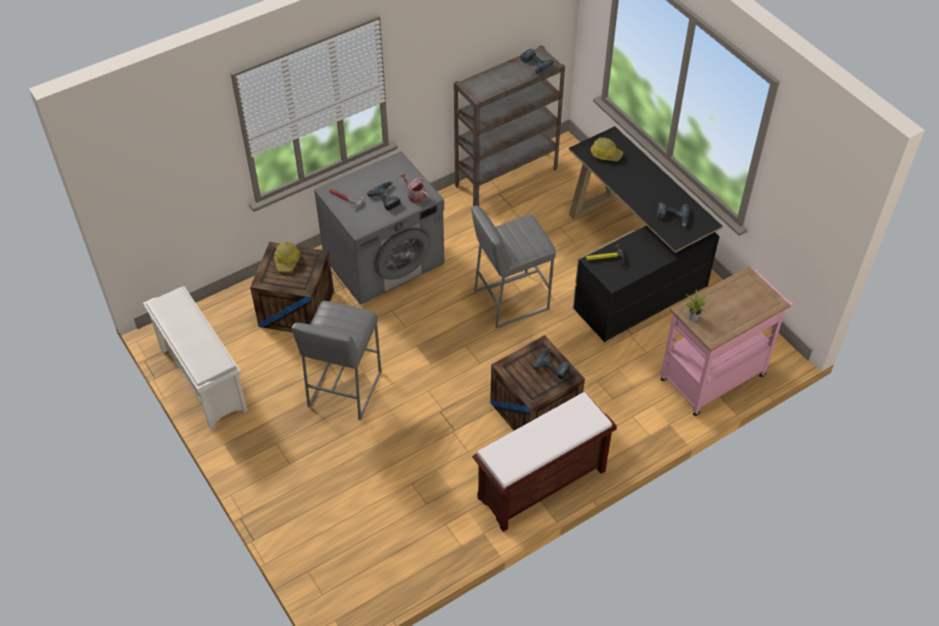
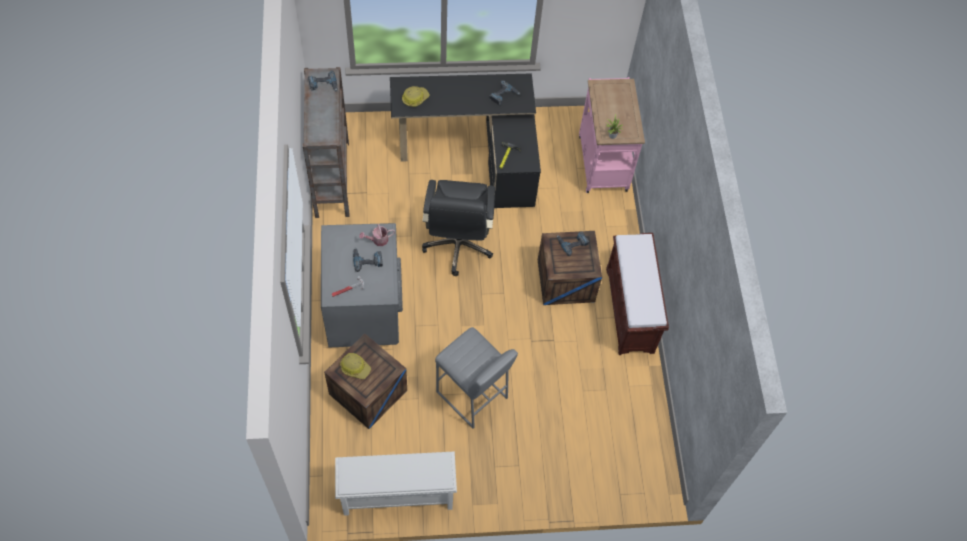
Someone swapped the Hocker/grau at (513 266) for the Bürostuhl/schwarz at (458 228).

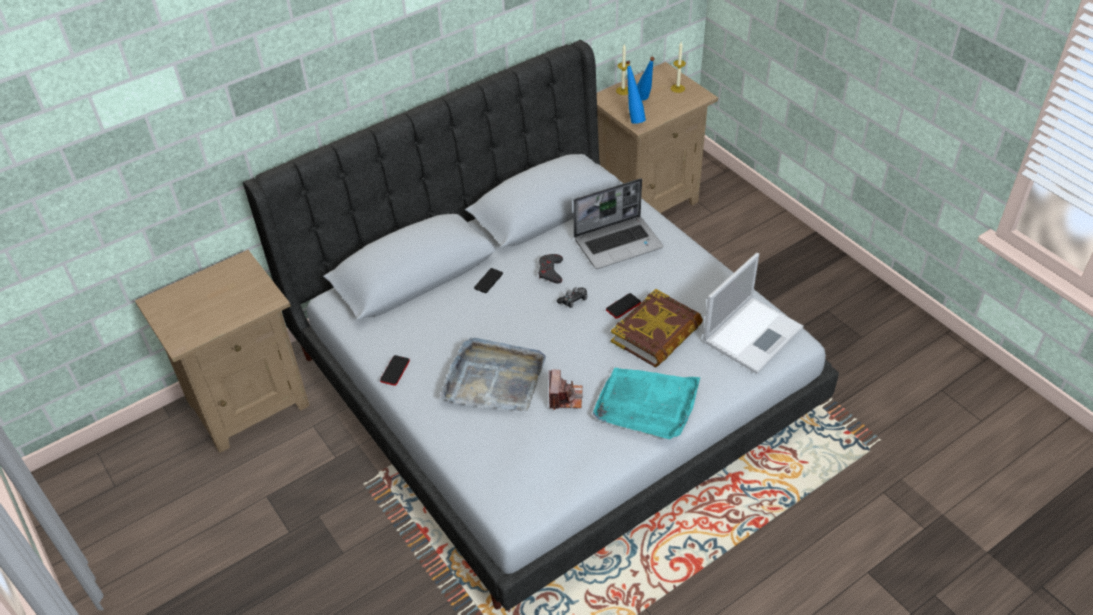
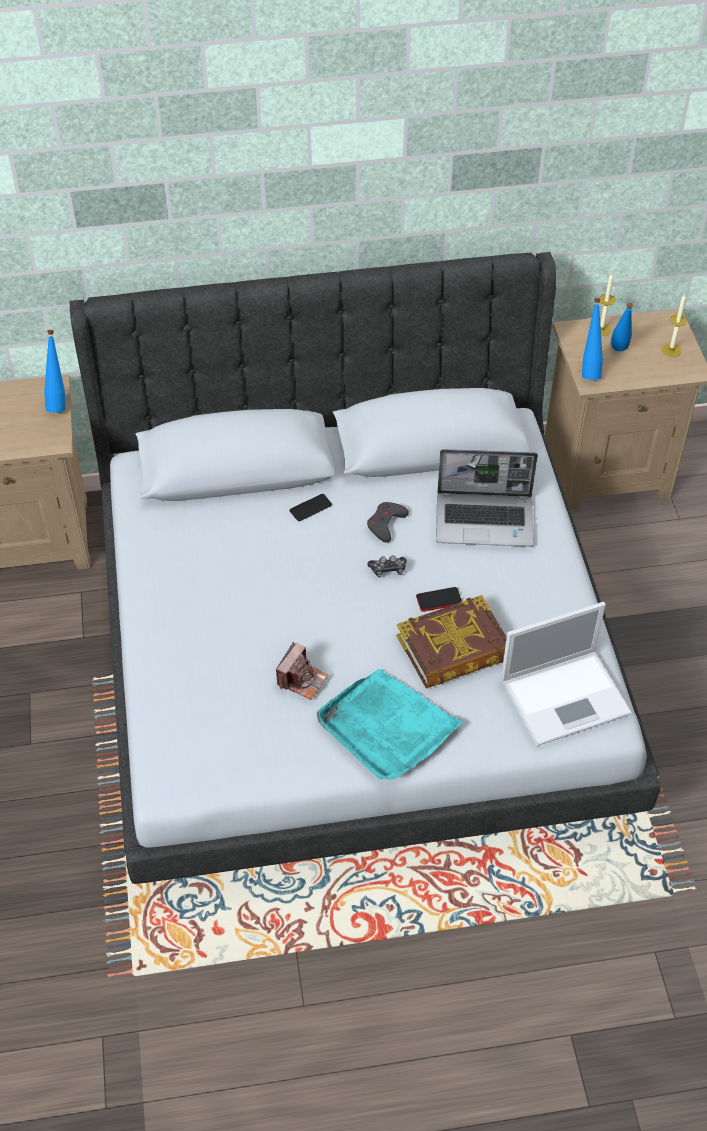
Someone took away the Handy at (395 370).
Someone took away the Tablett/grau at (493 374).
Someone put down the Flasche/blau at (55 371).

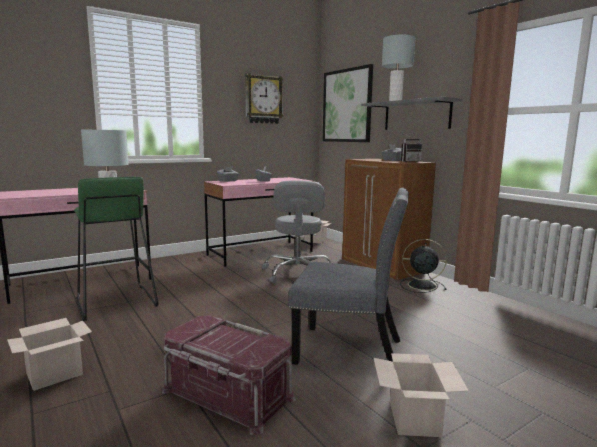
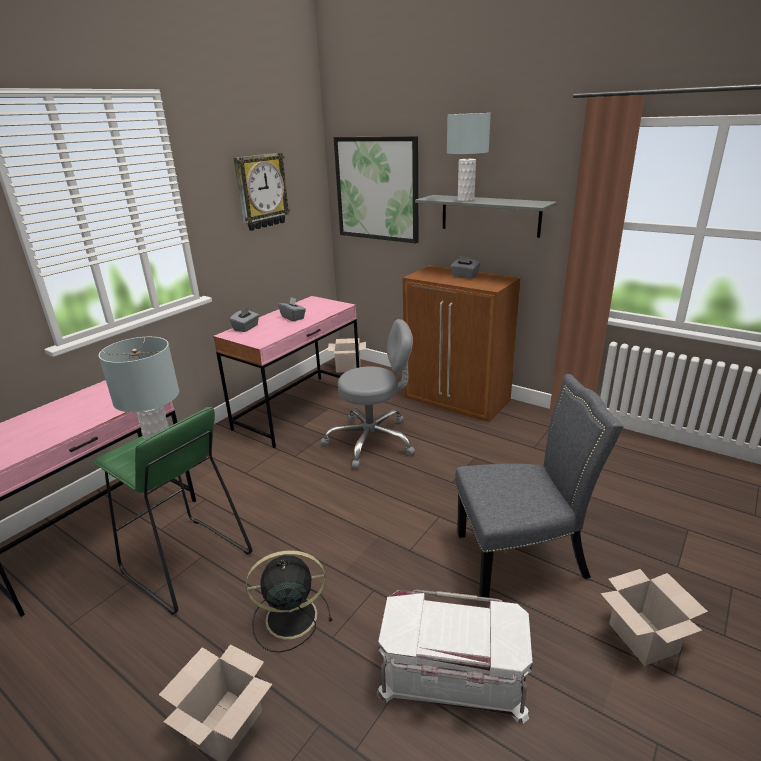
Someone took away the Radio at (411 147).
Someone carried the Ventilator/schwarz from (423 266) to (289 601).
Someone repainted the Aufbewahrungsbox/rot at (229 375), which became the Aufbewahrungsbox/weiß at (455 656).
Someone rotated the Bürostuhl/grau at (296 231) by 75 degrees counterclockwise.

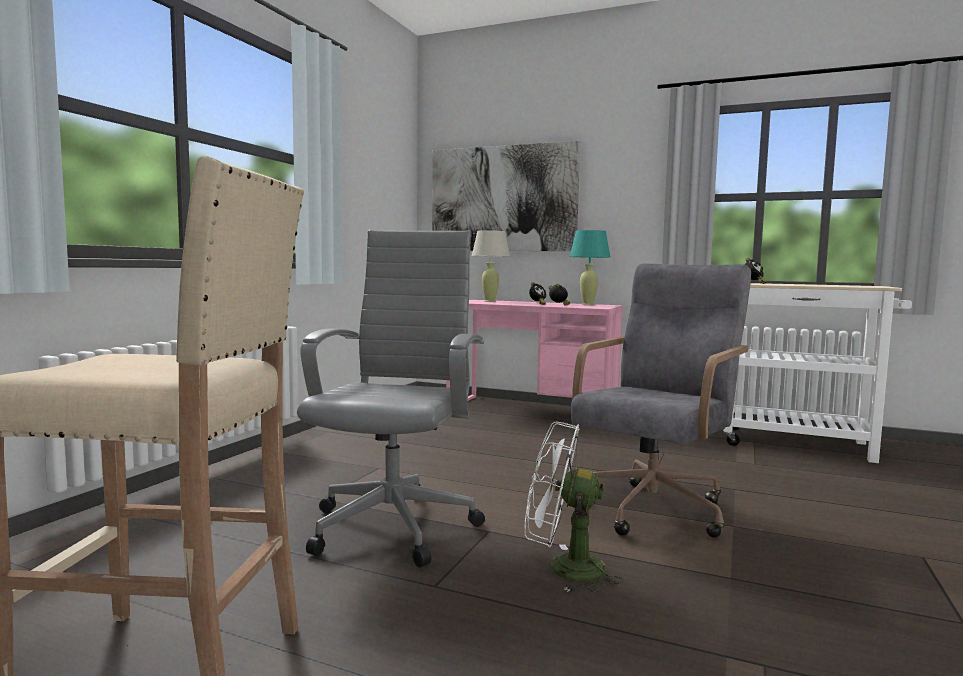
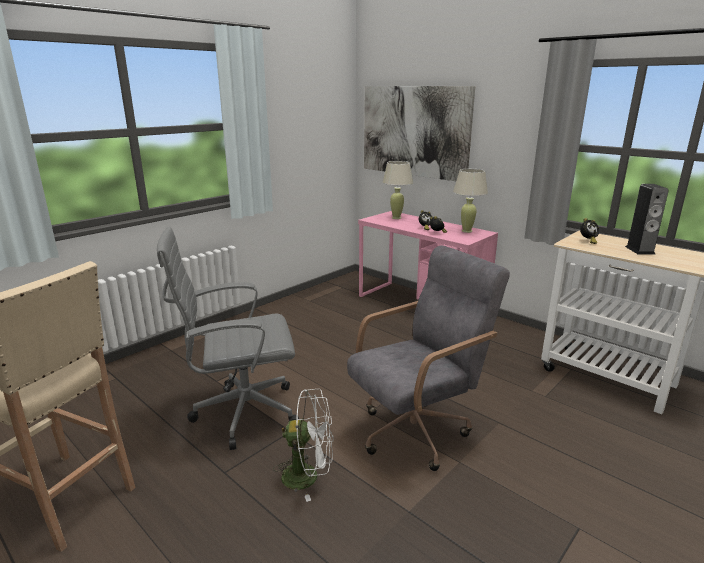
Someone put down the Lautsprecher at (647 219).
Someone repainted the Tischlampe/türkis at (589 267), which became the Tischlampe/beige at (470 201).
Someone rotated the Bürostuhl/grau at (391 398) by 135 degrees counterclockwise.
Someone rotated the Ventilator/weiß at (574 507) by 150 degrees clockwise.

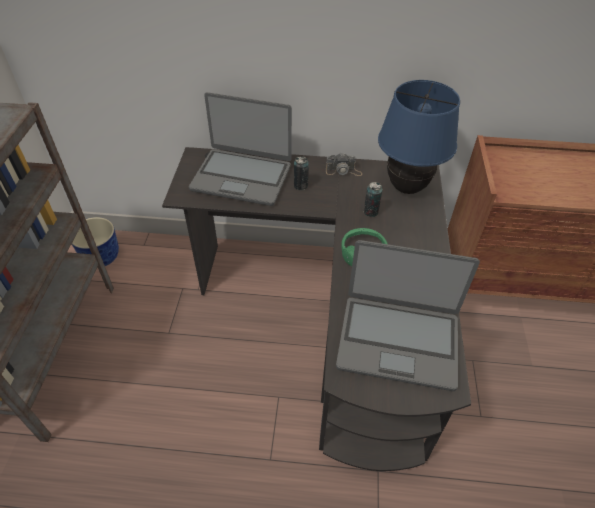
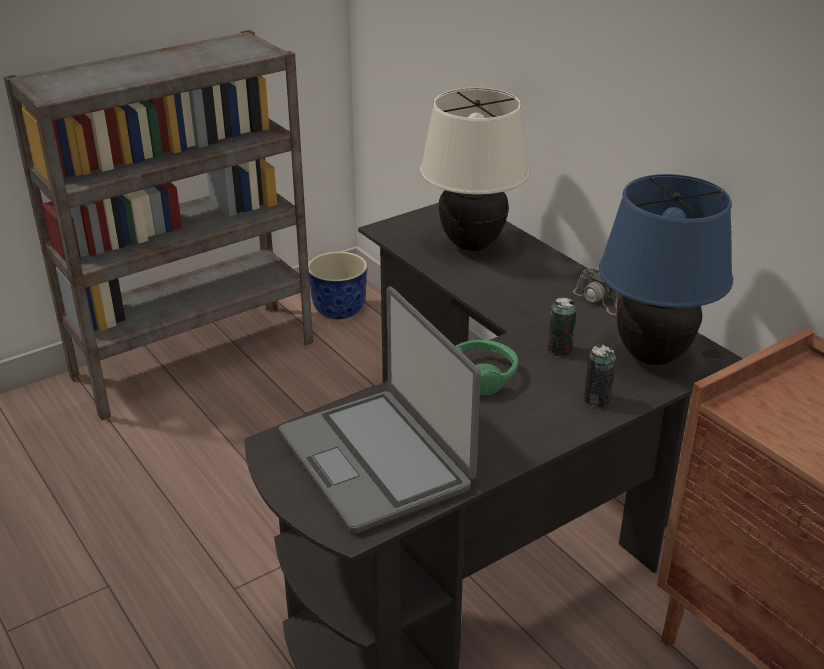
Someone carried the Dose from (301 173) to (600 375).
Someone swapped the Laptop at (240 149) for the Tischlampe/beige at (475 169).

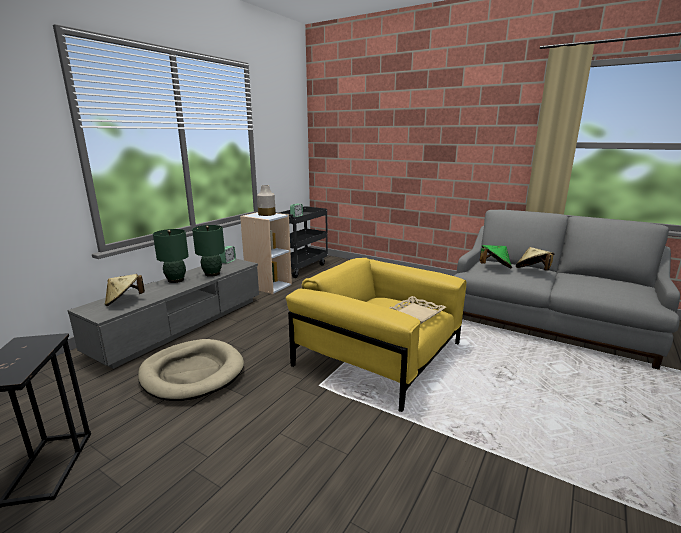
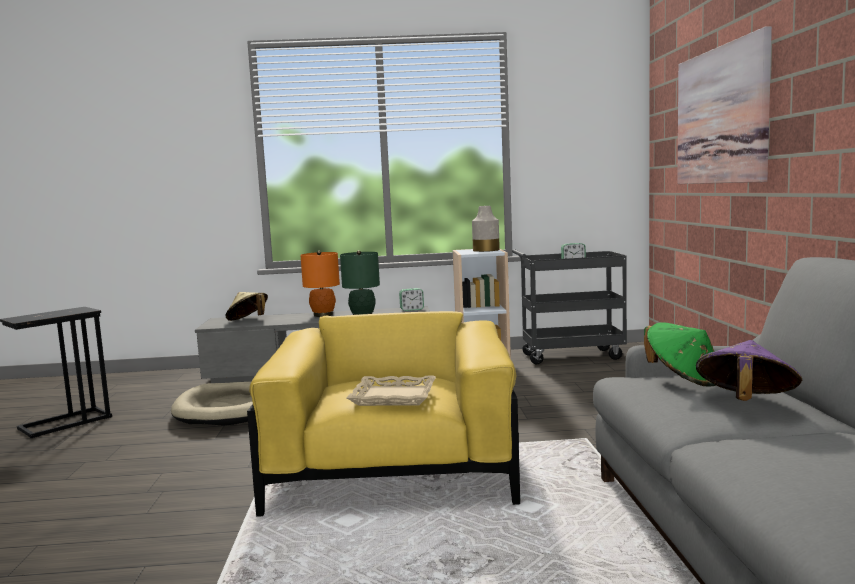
Someone put up the Bild at (724 105).
Someone repainted the Tischlampe/grün at (171 256), which became the Tischlampe/orange at (320 284).
Someone repainted the Hut/beige at (535 258), which became the Hut/lila at (749 370).

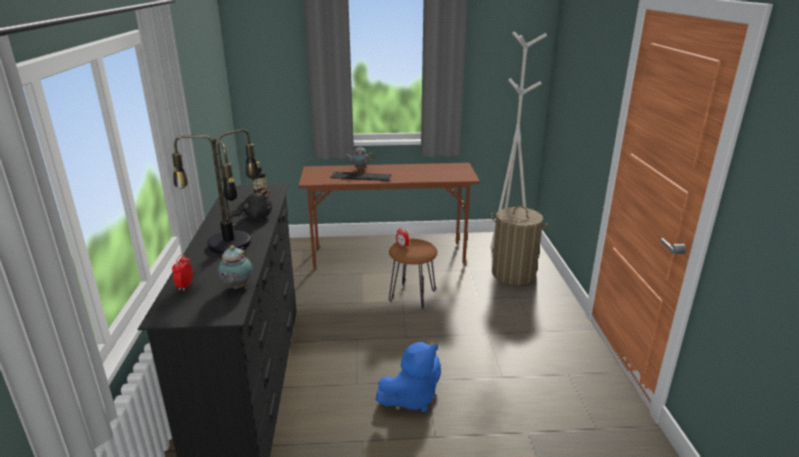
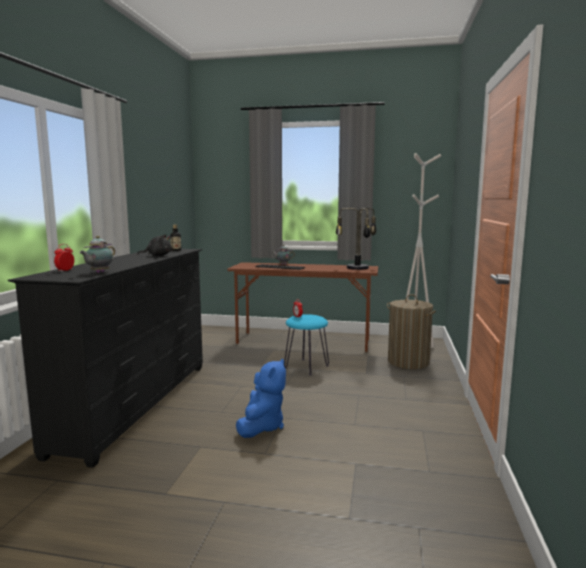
Someone carried the Tischlampe from (215 191) to (356 239).
Someone repainted the Hocker/braun at (413 274), which became the Hocker/türkis at (306 344).
Someone rotated the Plüschtier/blau at (408 377) by 60 degrees counterclockwise.

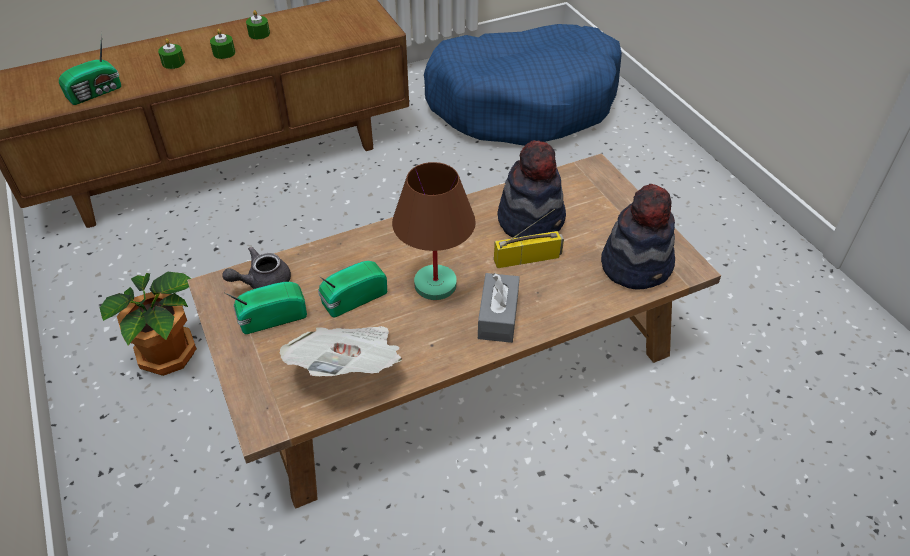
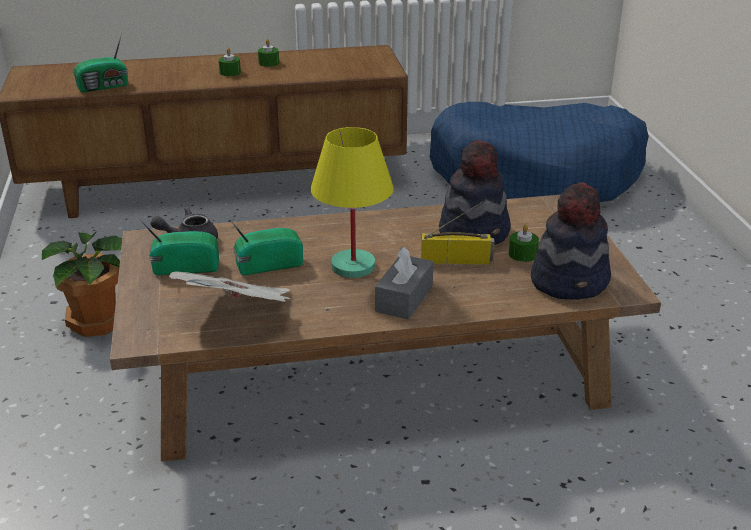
Someone carried the Kerze/grün from (171 53) to (524 243).
Someone repainted the Tischlampe/braun at (434 231), which became the Tischlampe/gelb at (352 202).

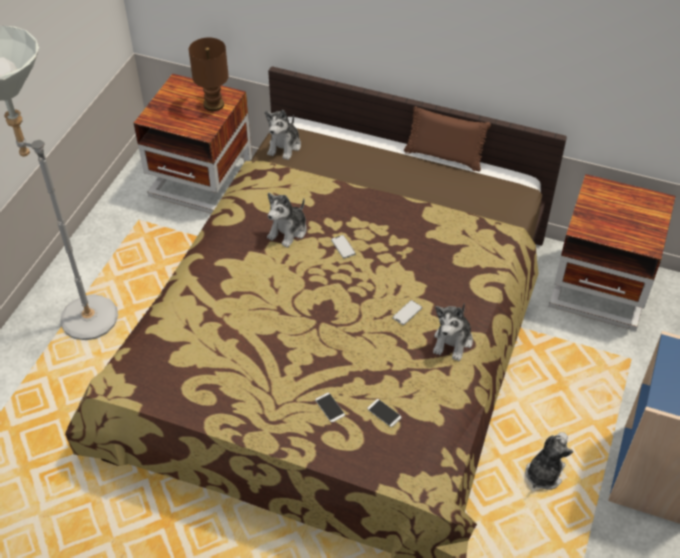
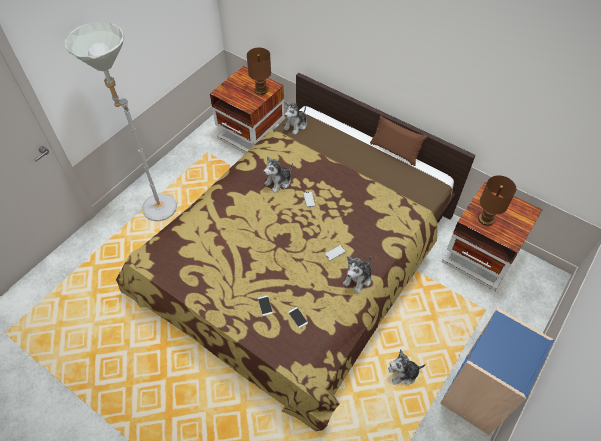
Someone put down the Tischlampe/braun at (497 200).
Someone rotated the Plüschtier at (549 461) by 150 degrees counterclockwise.

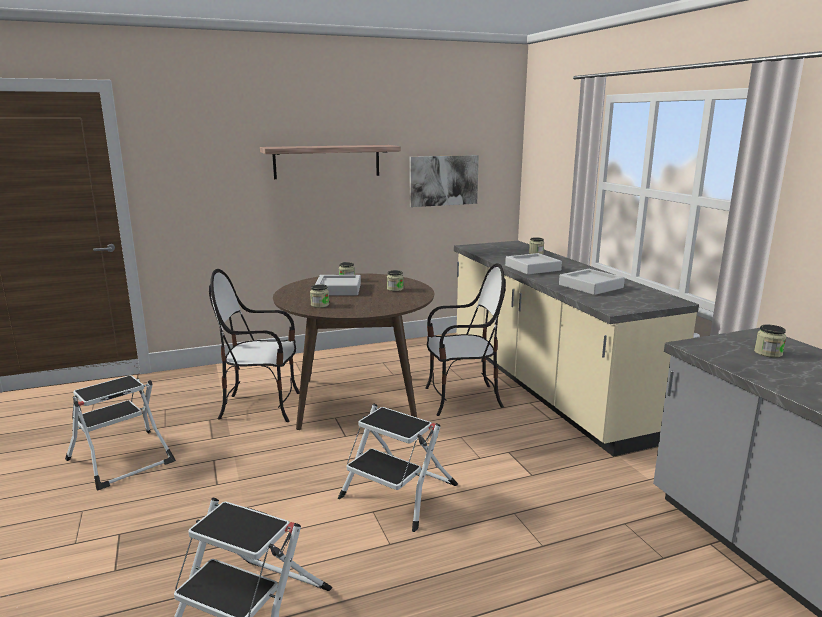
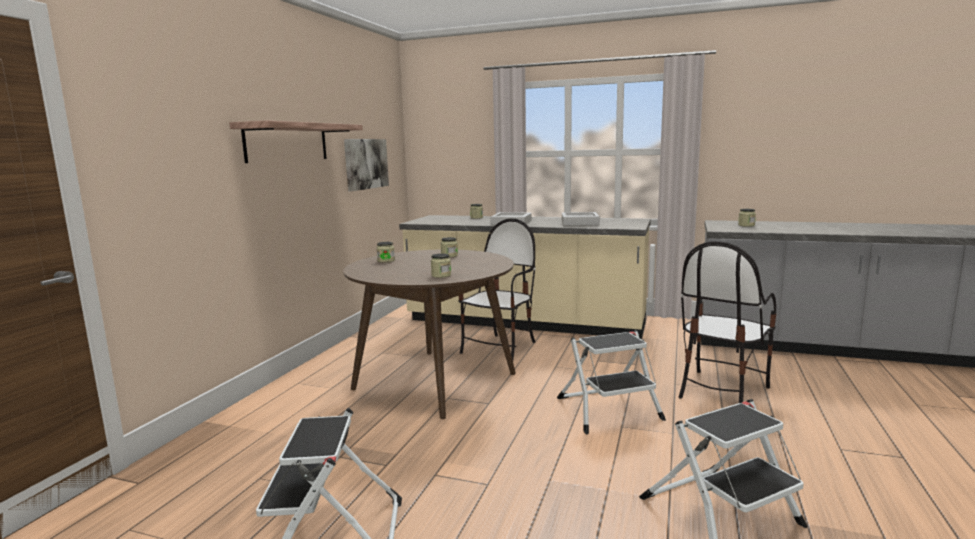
Someone took away the Tablett/grau at (338 285).
Someone carried the Stuhl from (254 345) to (727 322).

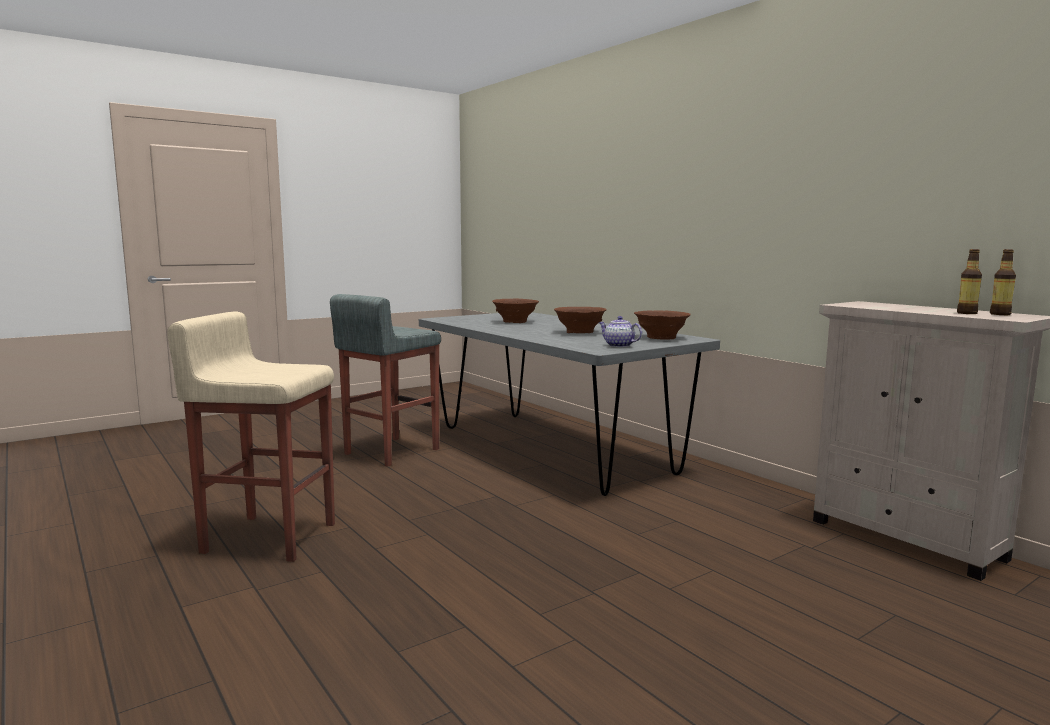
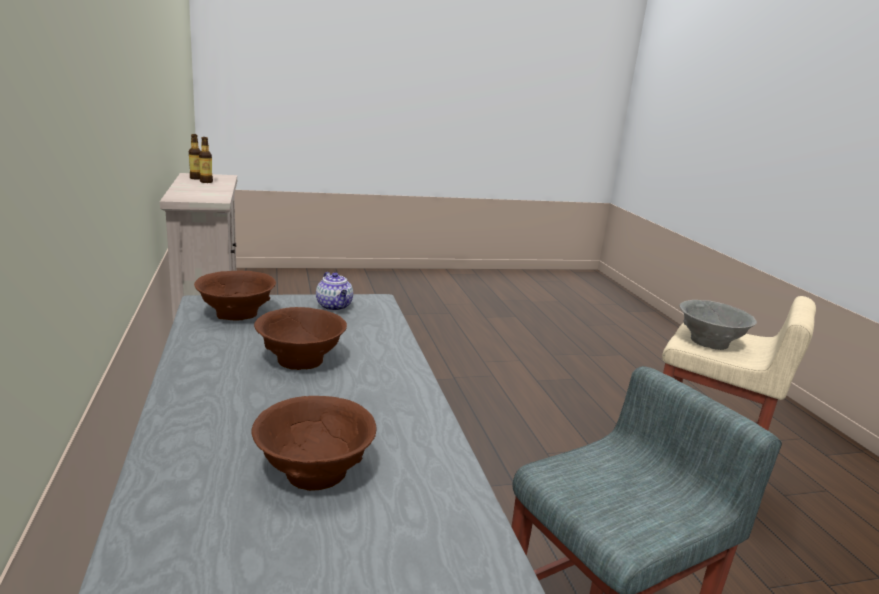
Someone put down the Schüssel/grau at (718 325).

